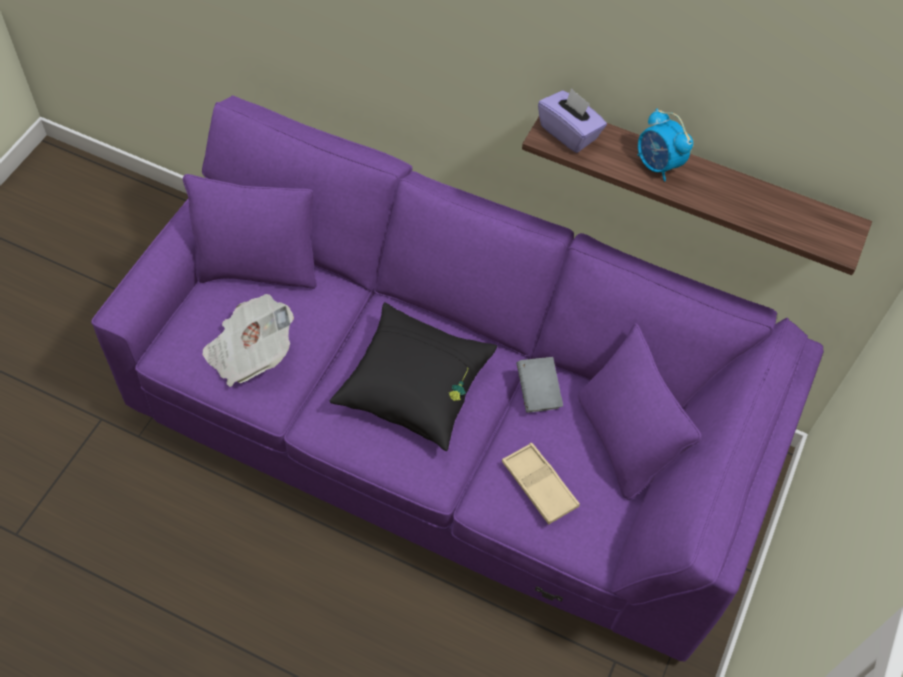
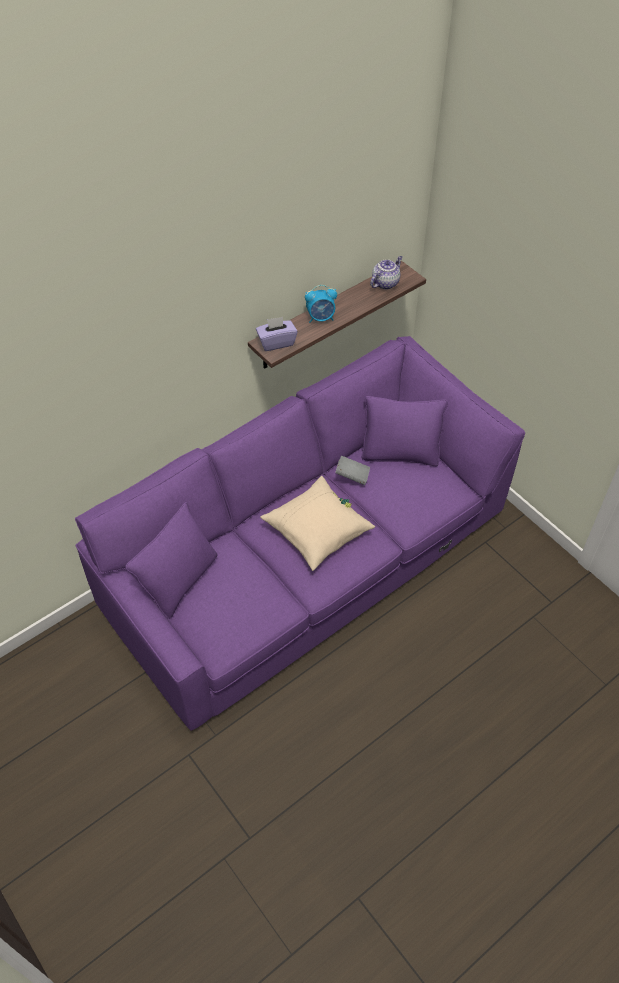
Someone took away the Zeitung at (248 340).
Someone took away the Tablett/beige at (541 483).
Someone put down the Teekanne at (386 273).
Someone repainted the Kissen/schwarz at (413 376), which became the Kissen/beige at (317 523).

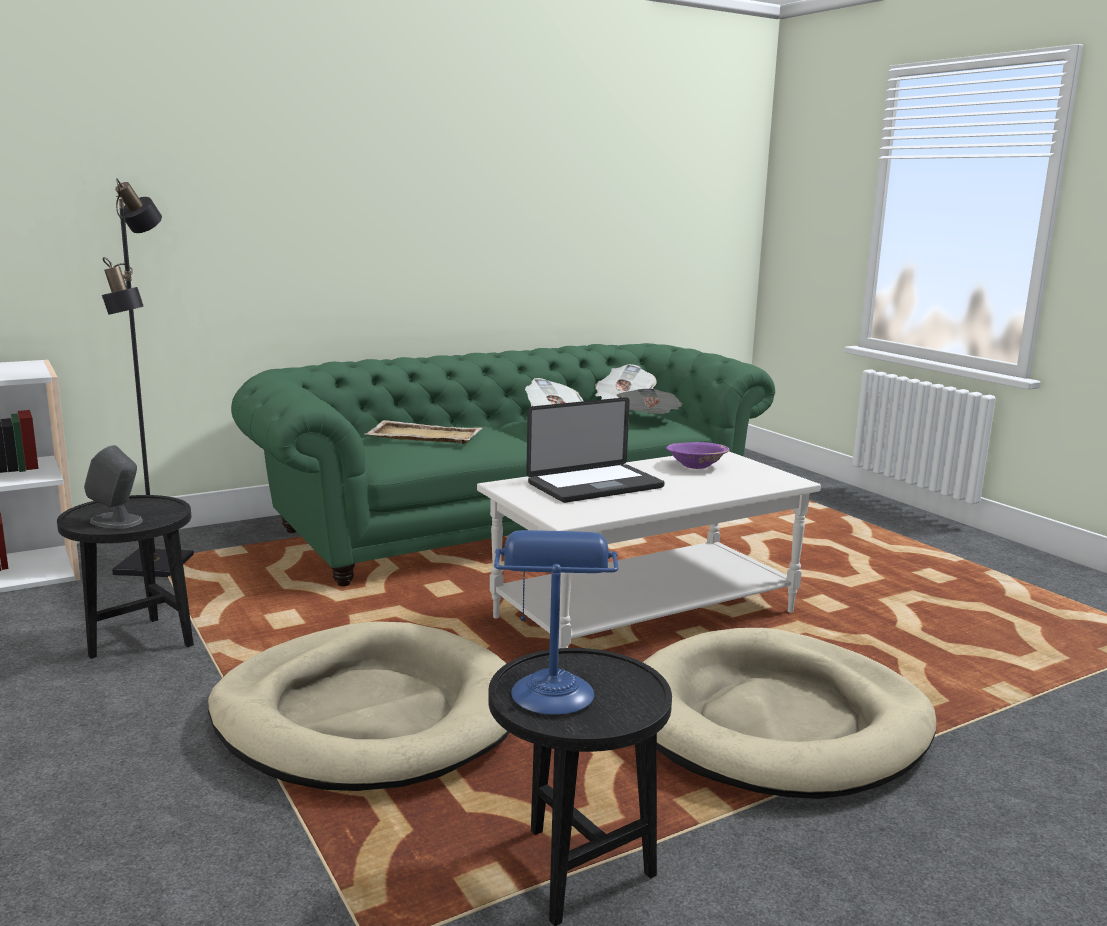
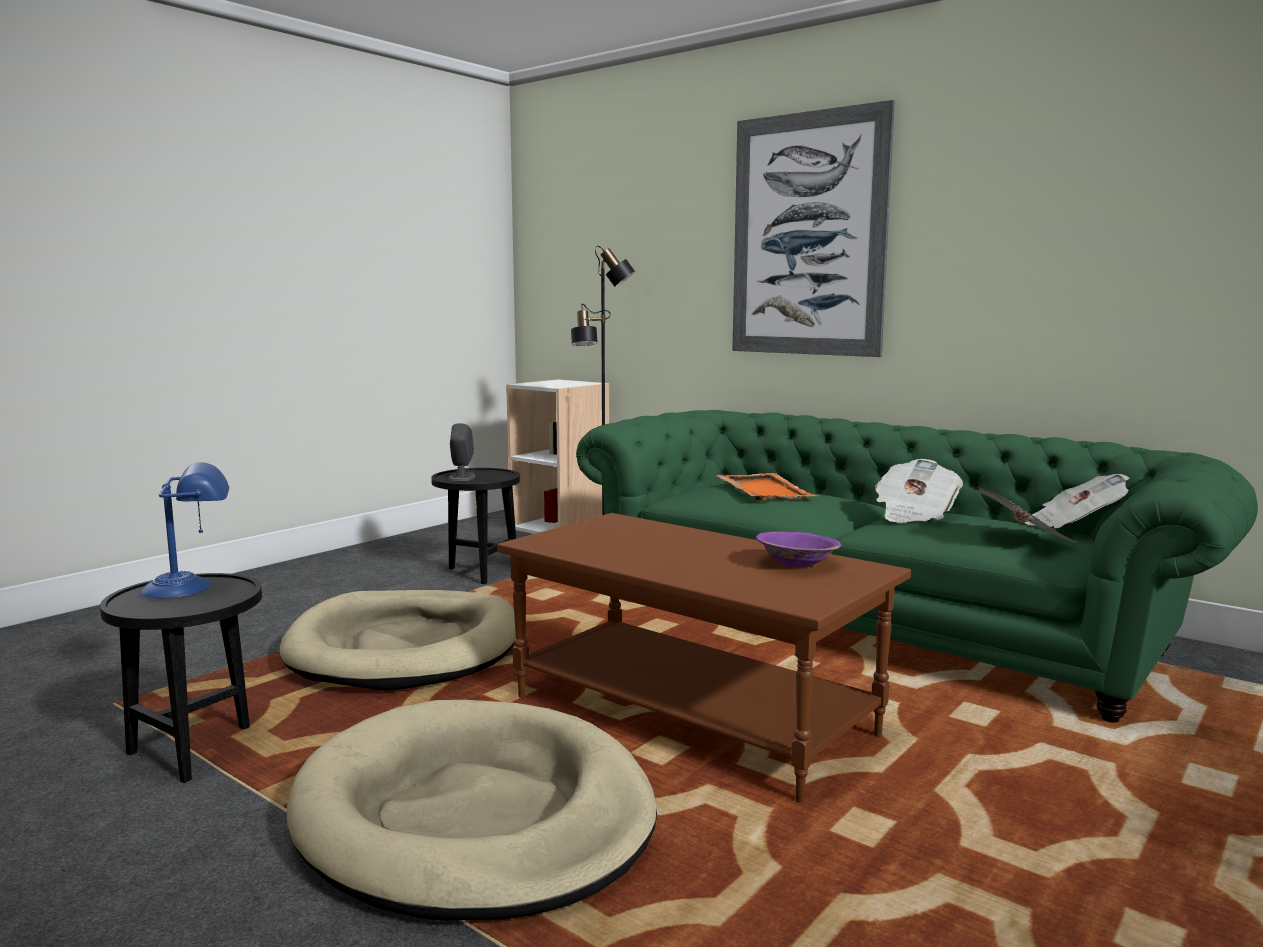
Someone took away the Laptop at (595 450).
Someone put up the Bild at (813 228).
Someone repainted the Tablett/beige at (423 432), which became the Tablett/orange at (766 487).
Someone repainted the Couchtisch/weiß at (649 549), which became the Couchtisch/braun at (704 658).

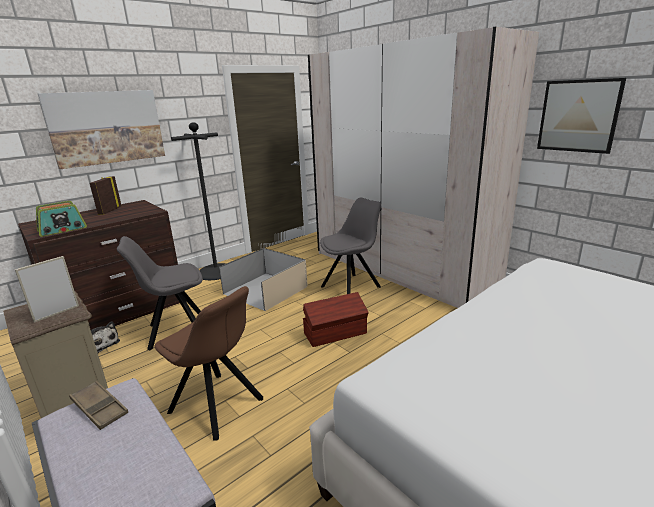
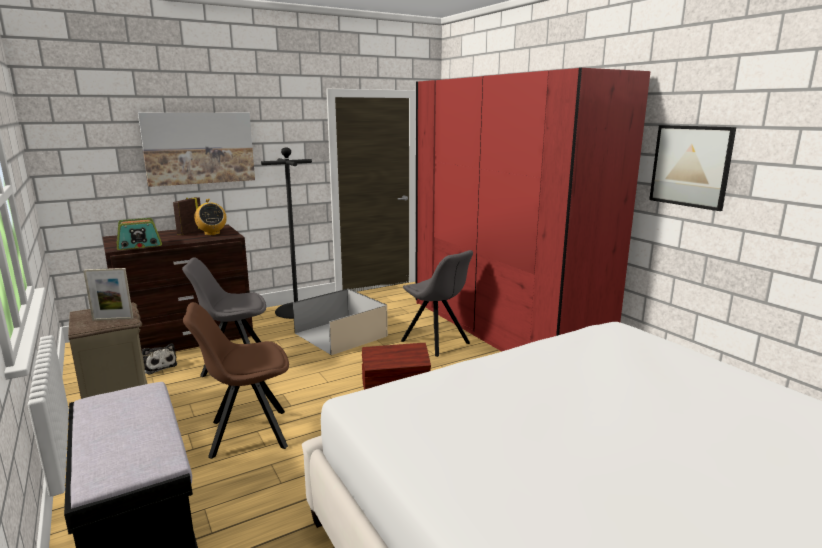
Someone took away the Tablett/braun at (98 405).
Someone put down the Radio at (210 217).
Someone repainted the Kleiderschrank/beige at (423 167), which became the Kleiderschrank/rot at (533 209).
Someone rotated the Bilderrahmen at (47 289) by 150 degrees counterclockwise.
Someone rotated the Stuhl/braun at (208 363) by 120 degrees clockwise.
Someone rotated the Stuhl/grau at (350 245) by 75 degrees clockwise.

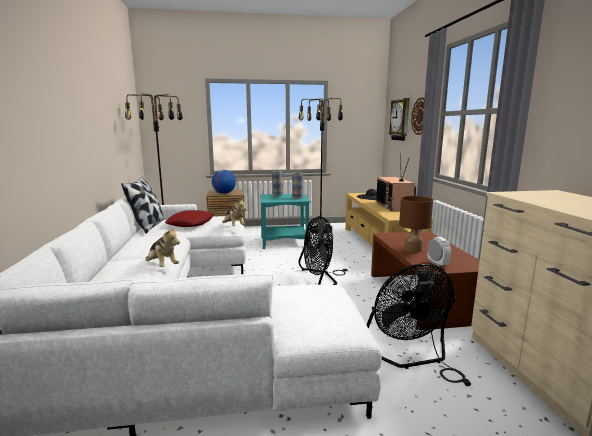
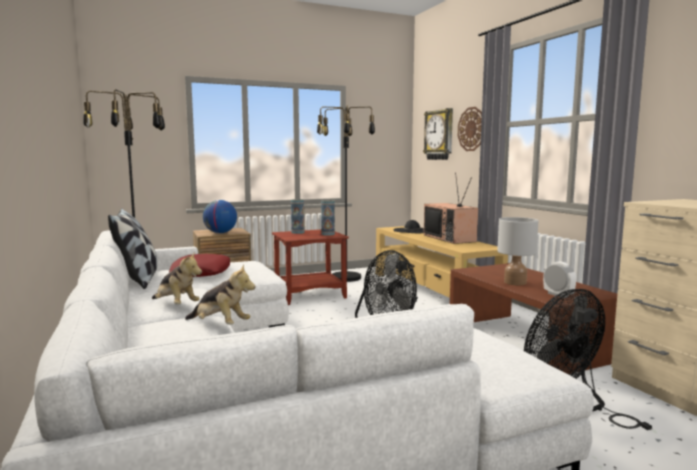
Someone carried the Plüschtier from (234 211) to (177 277).
Someone repainted the Beistelltisch/türkis at (285 221), which became the Beistelltisch/braun at (310 267).
Someone repainted the Tischlampe/braun at (416 224), which became the Tischlampe/grau at (518 251).

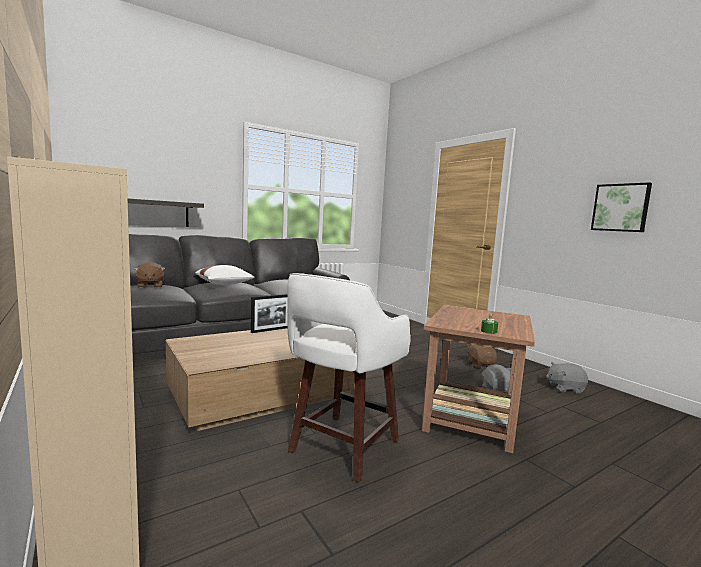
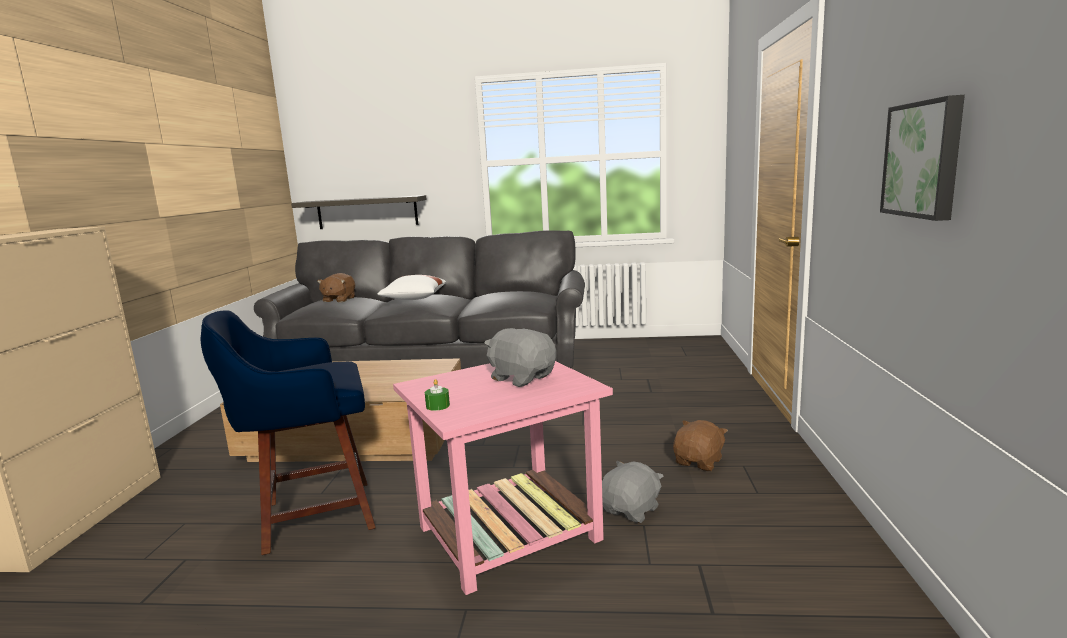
Someone took away the Bilderrahmen at (269 313).
Someone carried the Plüschtier/grau from (567 378) to (520 357).
Someone repainted the Hocker/weiß at (349 377), which became the Hocker/blau at (288 432).
Someone repainted the Beistelltisch/braun at (478 379), which became the Beistelltisch/rosa at (503 478).

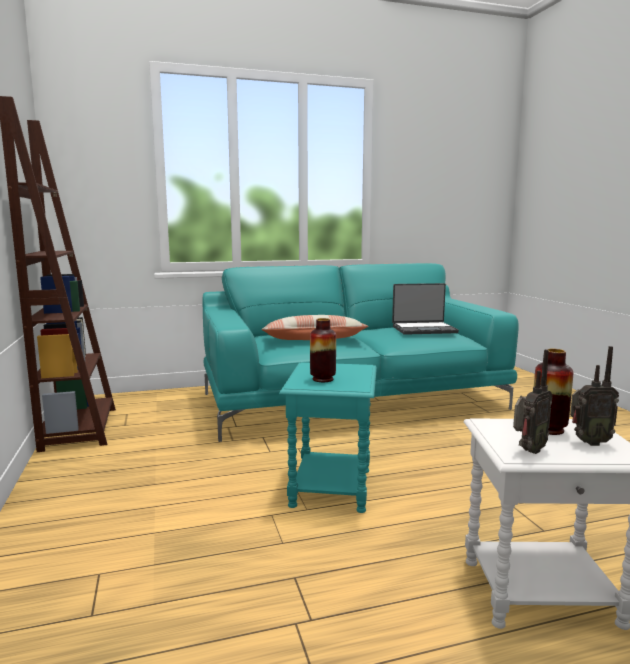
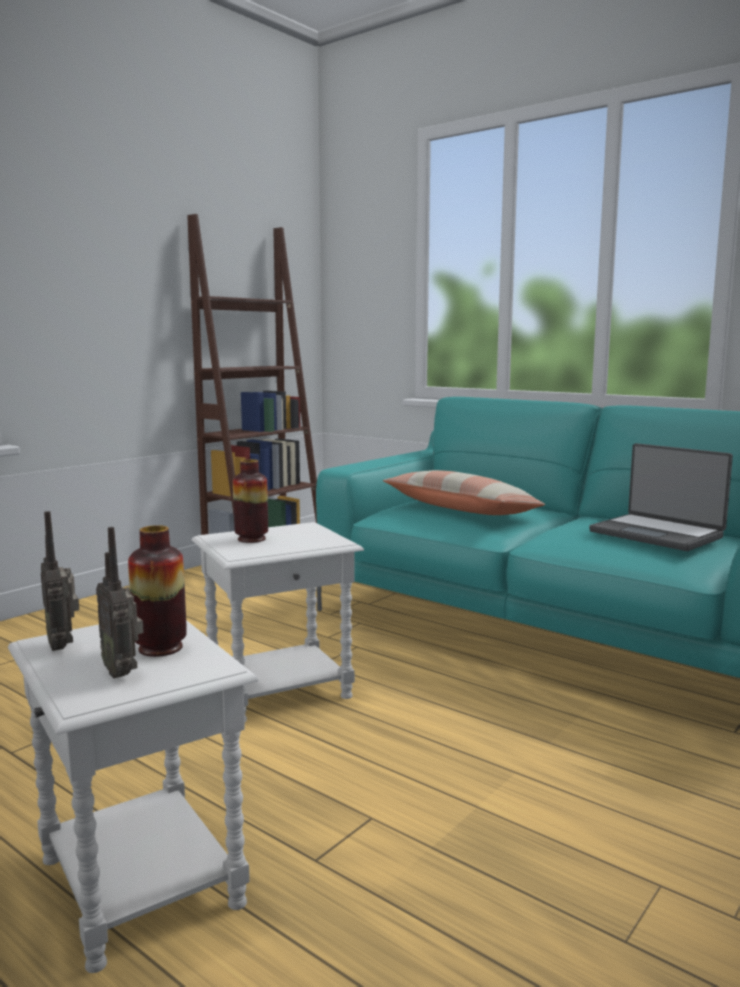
Someone repainted the Beistelltisch/türkis at (328 437), which became the Beistelltisch/weiß at (278 622).
Someone rotated the Radio at (533 401) by 45 degrees clockwise.

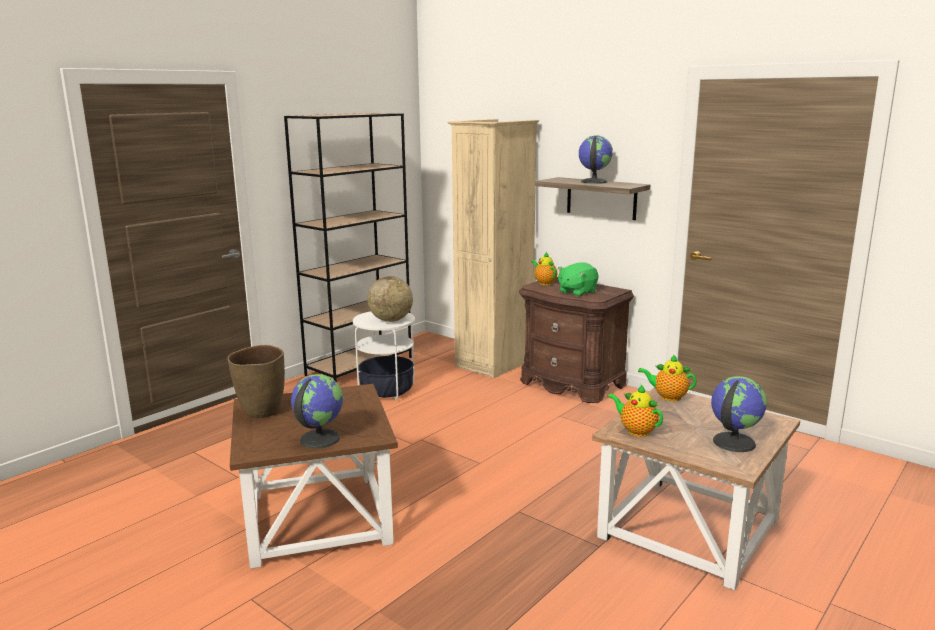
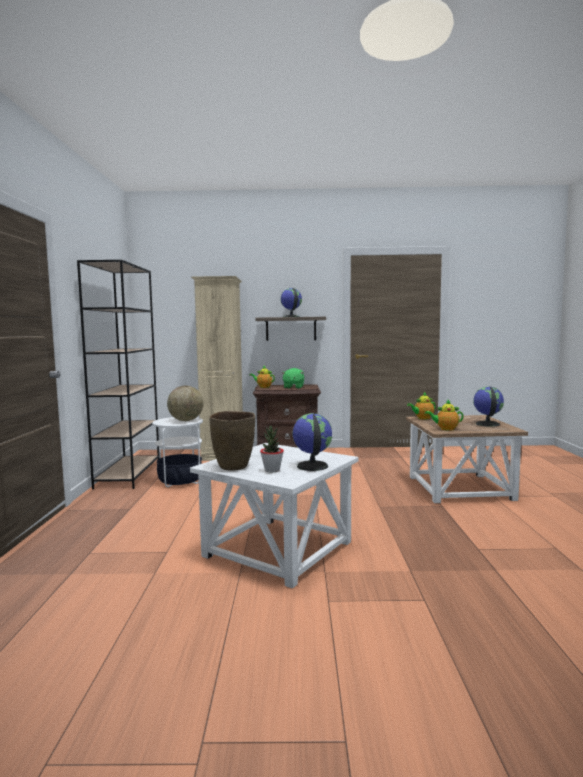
Someone put down the Topfpflanze at (272 449).
Someone repainted the Beistelltisch/braun at (314 476), which became the Beistelltisch/weiß at (274 515).

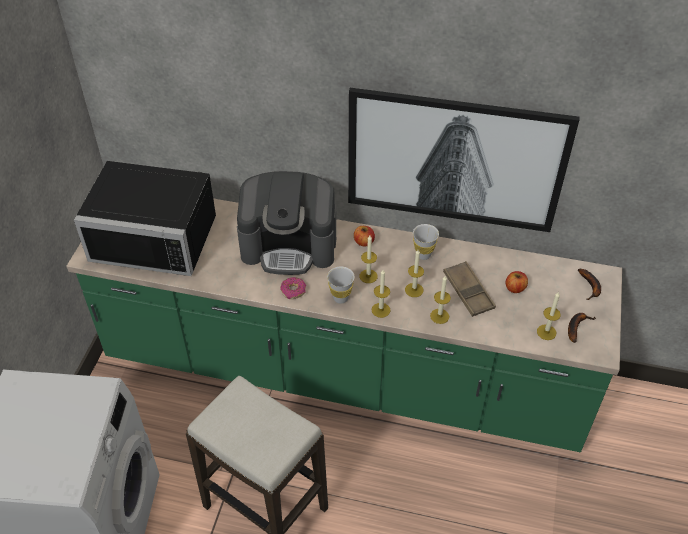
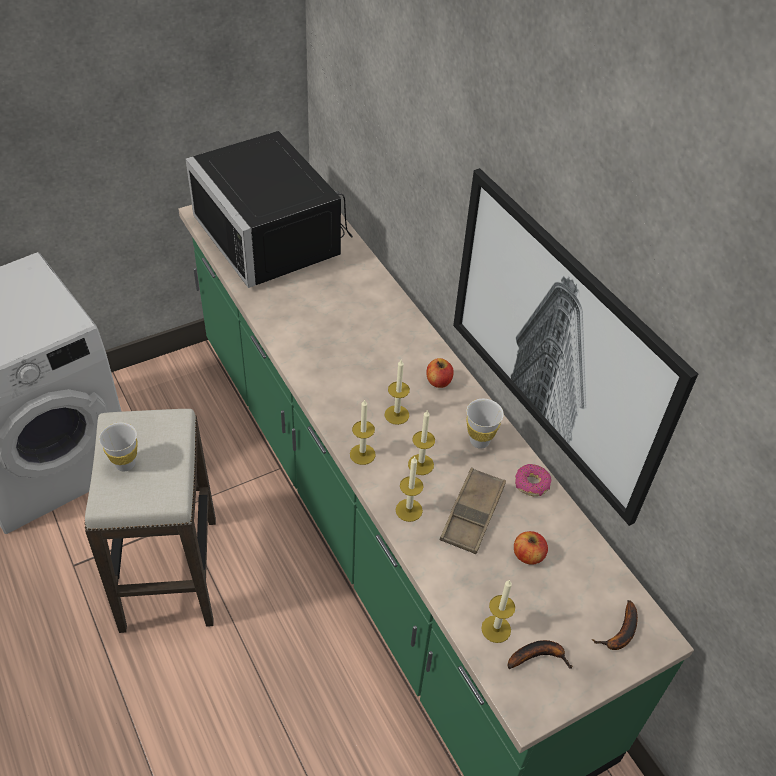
Someone took away the Kaffeemaschine at (286 223).
Someone carried the Donut from (293 288) to (533 480).
Someone carried the Tasse/weiß from (340 285) to (118 446).

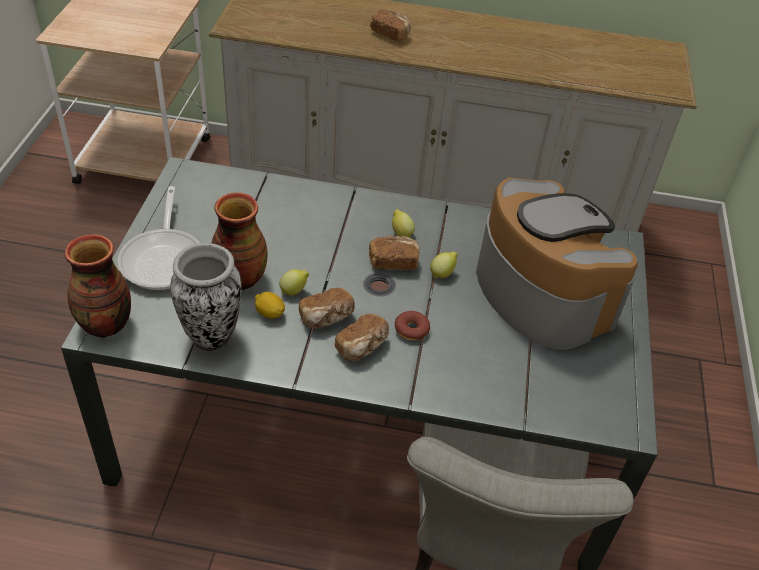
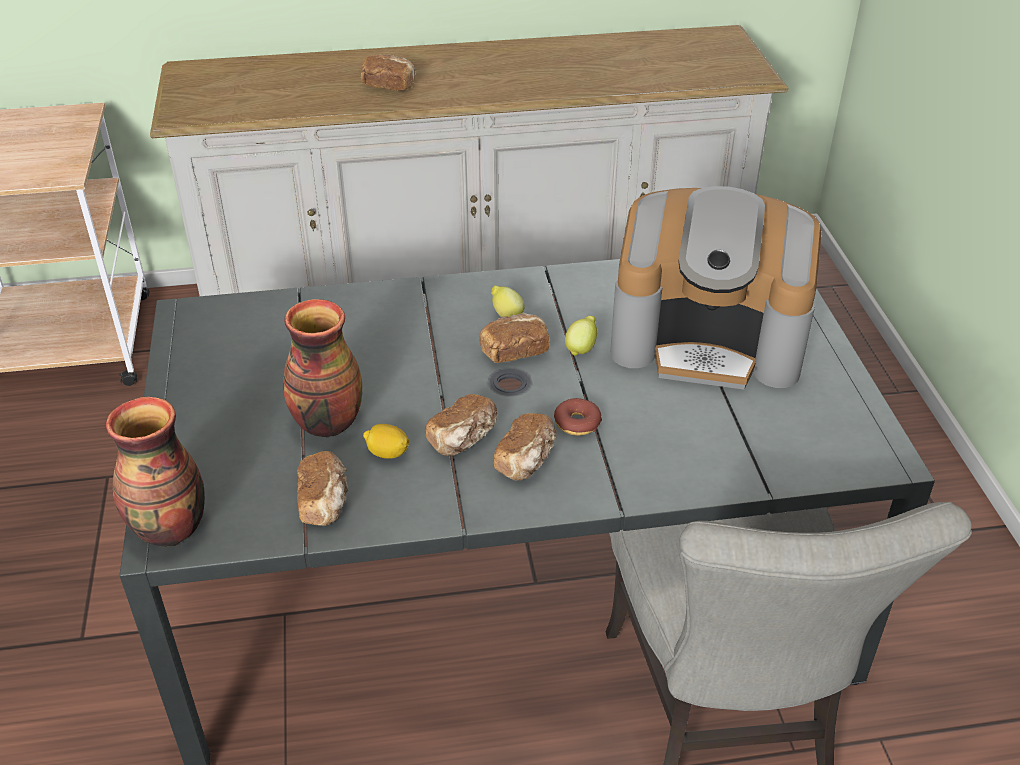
Someone took away the Pfanne at (158 238).
Someone took away the Zitrone at (294 282).
Someone swapped the Vase at (206 297) for the Brot at (323 488).
Someone rotated the Kaffeemaschine at (557 264) by 150 degrees clockwise.

